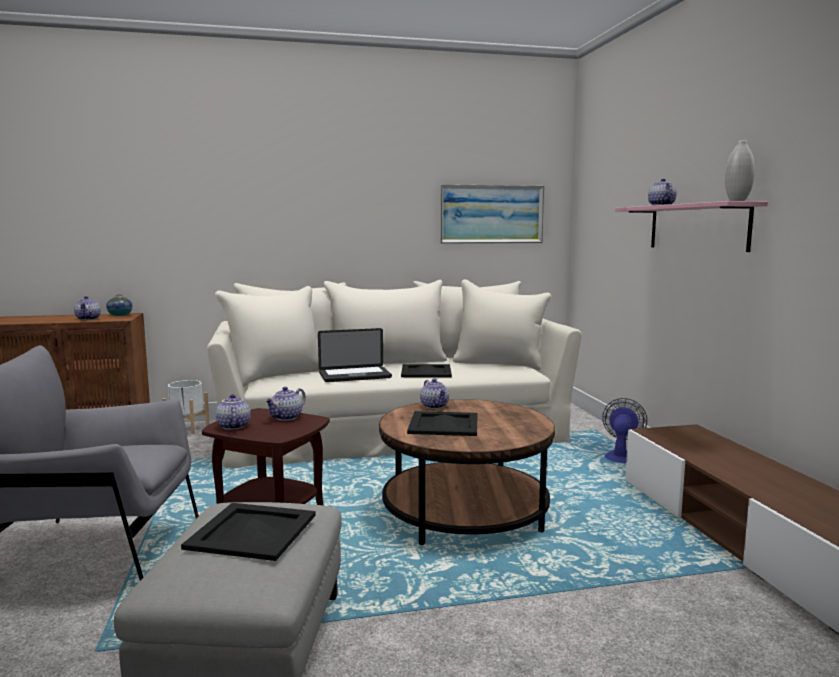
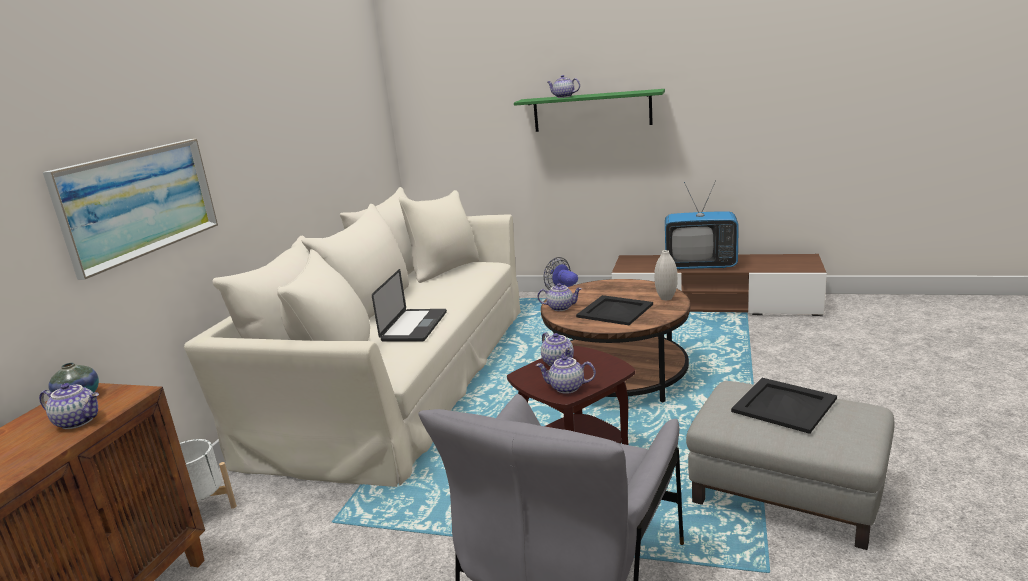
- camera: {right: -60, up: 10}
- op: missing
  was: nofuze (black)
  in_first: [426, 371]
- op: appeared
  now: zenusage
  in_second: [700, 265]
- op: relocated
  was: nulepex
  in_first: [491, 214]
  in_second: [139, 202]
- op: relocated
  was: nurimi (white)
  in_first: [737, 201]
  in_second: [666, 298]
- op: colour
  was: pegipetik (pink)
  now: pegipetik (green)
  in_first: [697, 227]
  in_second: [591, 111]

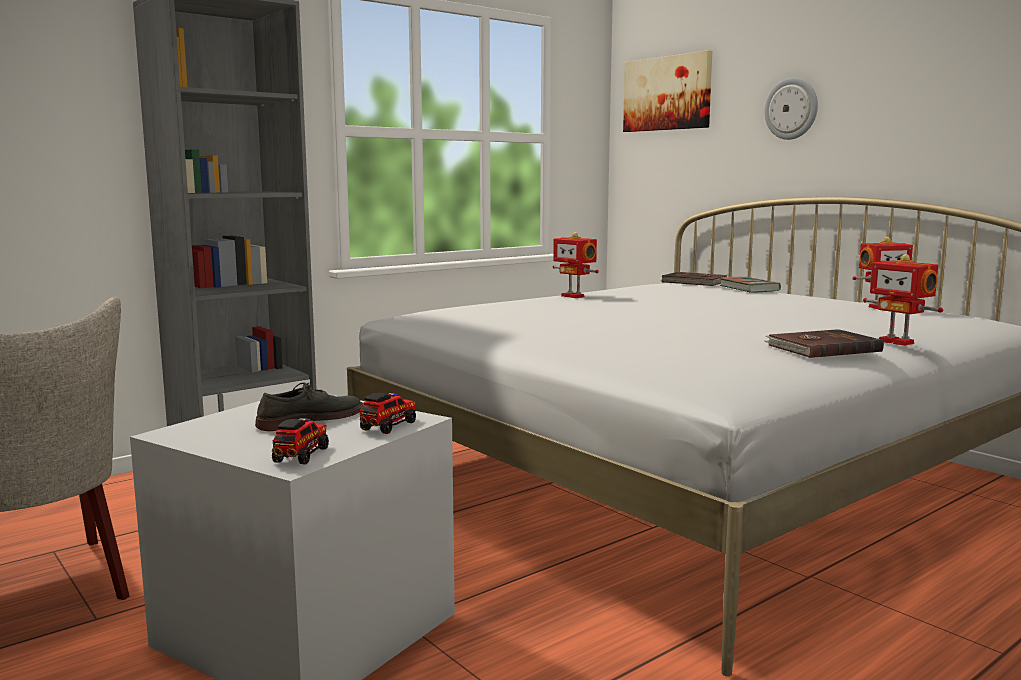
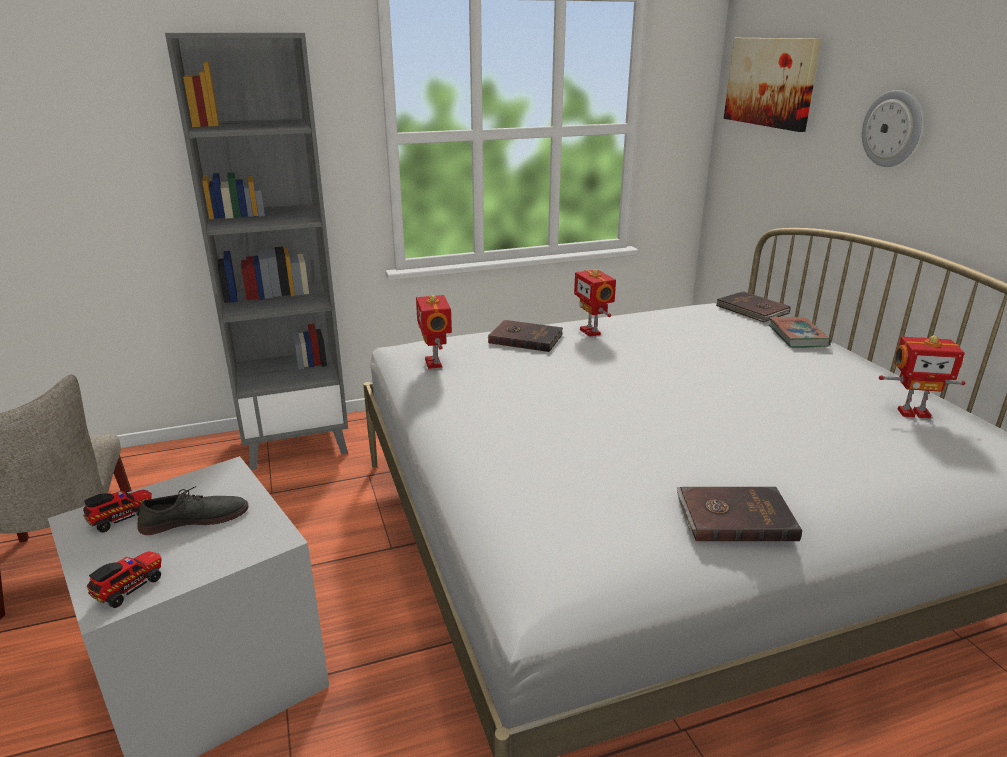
- camera: {right: 20, up: 15}
- op: appeared
  now: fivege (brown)
  in_second: [525, 338]
- op: relocated
  was: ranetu
  in_first: [389, 426]
  in_second: [122, 518]
- op: relocated
  was: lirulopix
  in_first: [897, 342]
  in_second: [435, 363]

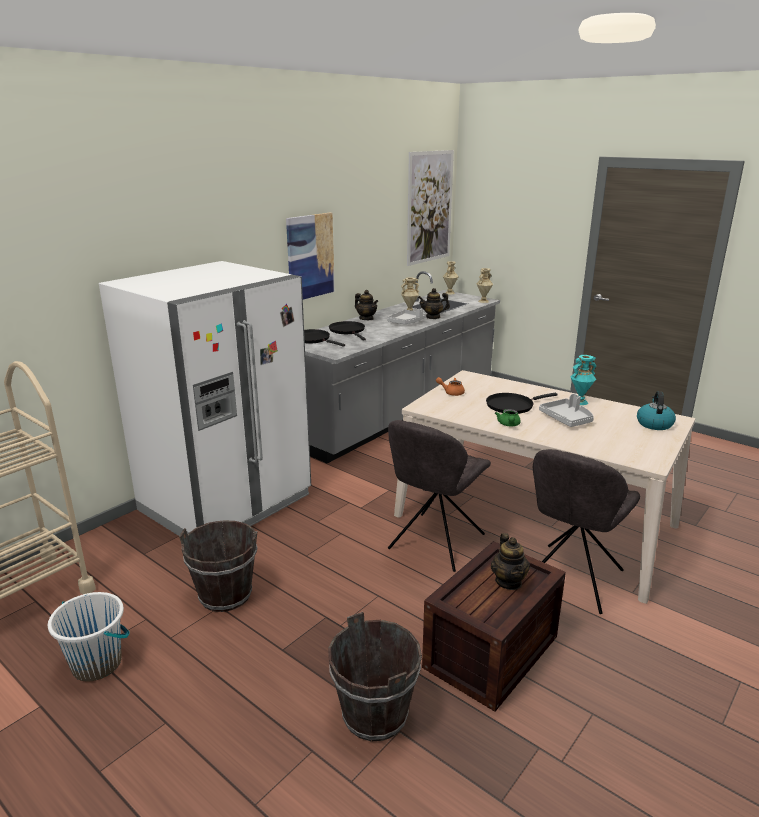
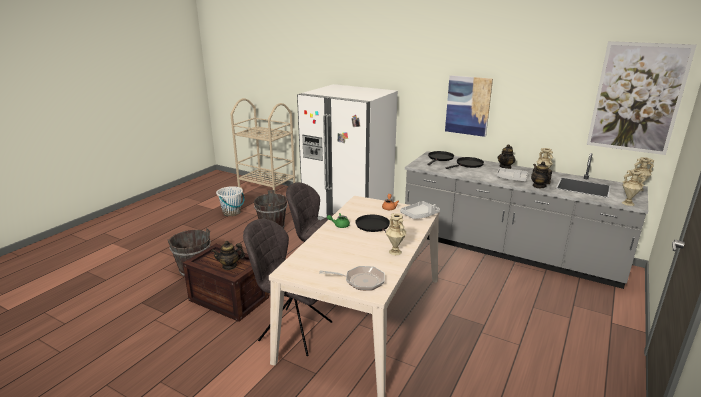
- camera: {right: 80, up: 0}
- op: relocated
  was: nofuze (grey)
  in_first: [567, 419]
  in_second: [420, 215]
- op: exchanged
  was: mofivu
  now: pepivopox
  in_first: [654, 424]
  in_second: [361, 281]
- op: colour
  was: nurimi (turquoise)
  now: nurimi (beige)
  in_first: [580, 402]
  in_second: [394, 252]

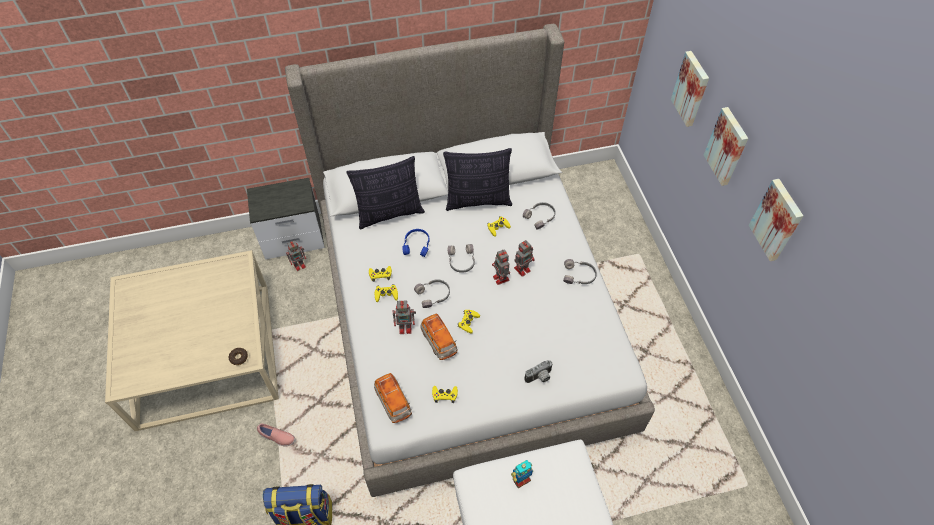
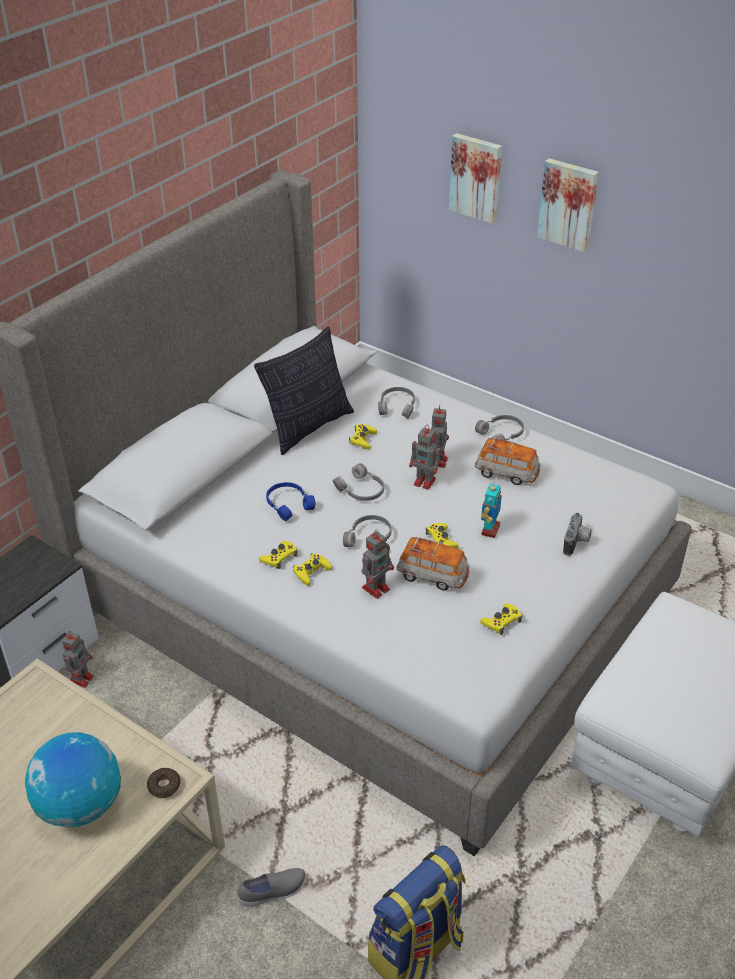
- camera: {right: -40, up: -15}
- op: missing
  was: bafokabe
  in_first: [390, 214]
- op: missing
  was: nulepex
  in_first: [777, 220]
- op: appeared
  now: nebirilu
  in_second: [80, 806]
- op: relocated
  was: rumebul
  in_first: [393, 402]
  in_second: [507, 473]
- op: relocated
  was: lirulopix
  in_first: [521, 480]
  in_second: [490, 530]
- op: colour
  was: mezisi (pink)
  now: mezisi (grey)
  in_first: [277, 437]
  in_second: [273, 892]

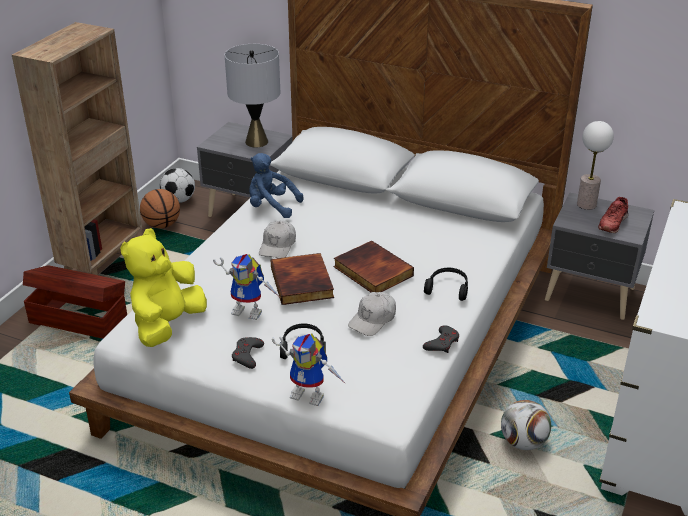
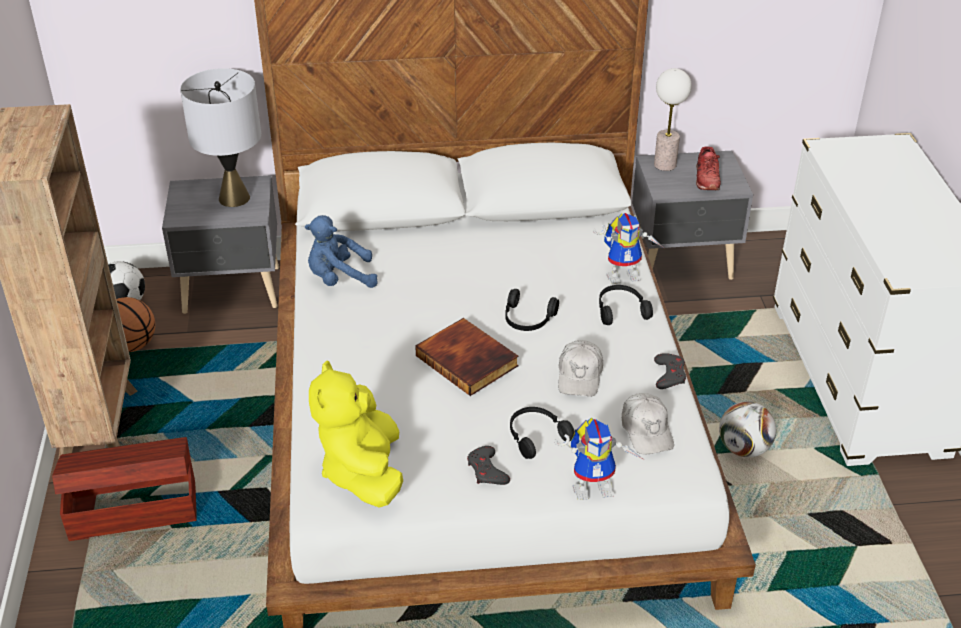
- camera: {right: -30, up: 5}
- op: relocated
  was: lirulopix
  in_first: [250, 311]
  in_second: [624, 274]
- op: relocated
  was: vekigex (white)
  in_first: [278, 246]
  in_second: [647, 430]
- op: exchanged
  was: fivege
  now: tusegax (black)
  in_first: [371, 271]
  in_second: [527, 319]

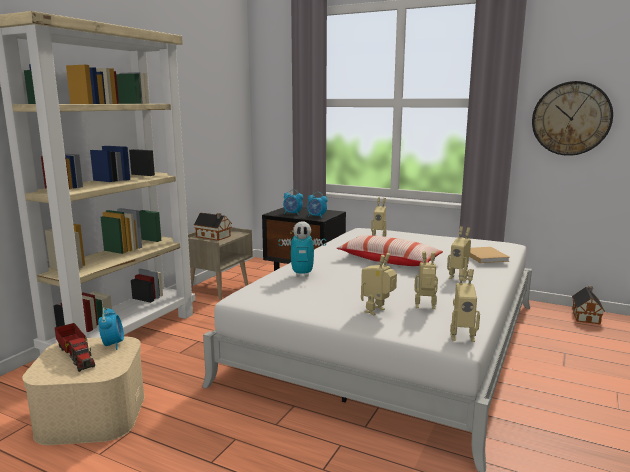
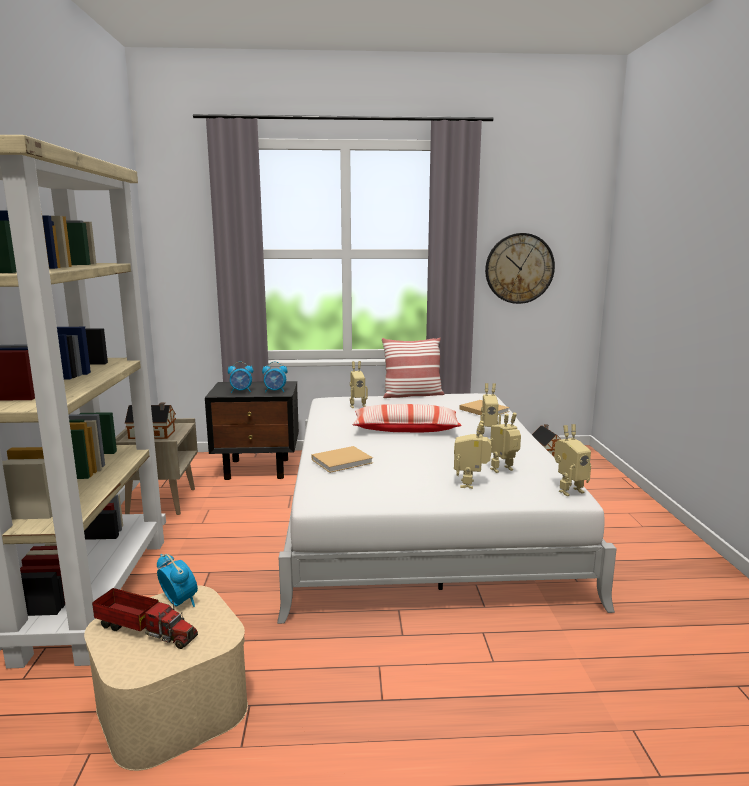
- camera: {right: -30, up: 0}
- op: appeared
  now: bafokabe
  in_second: [412, 395]
- op: exchanged
  was: lirulopix
  now: fivege (beige)
  in_first: [302, 274]
  in_second: [343, 461]

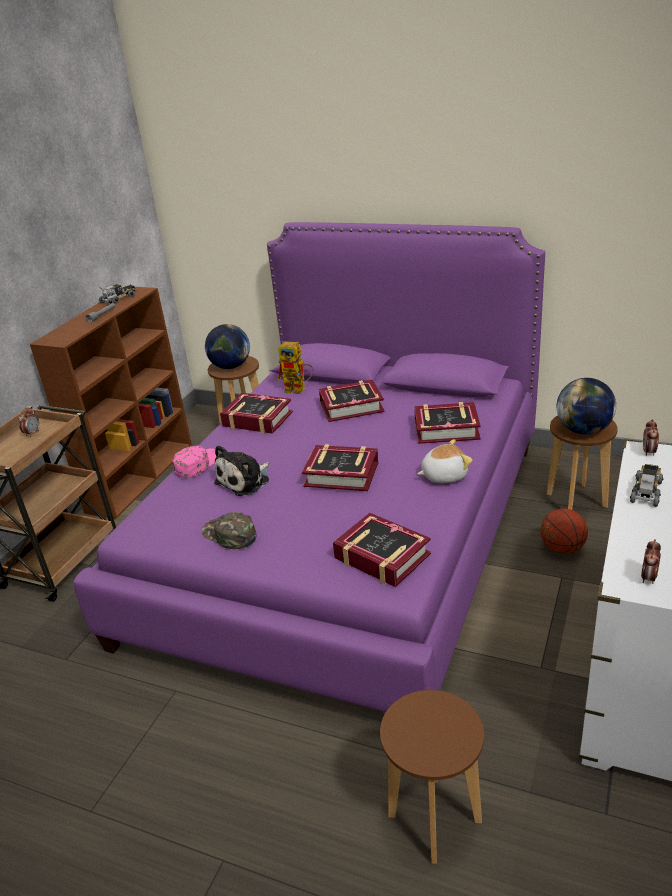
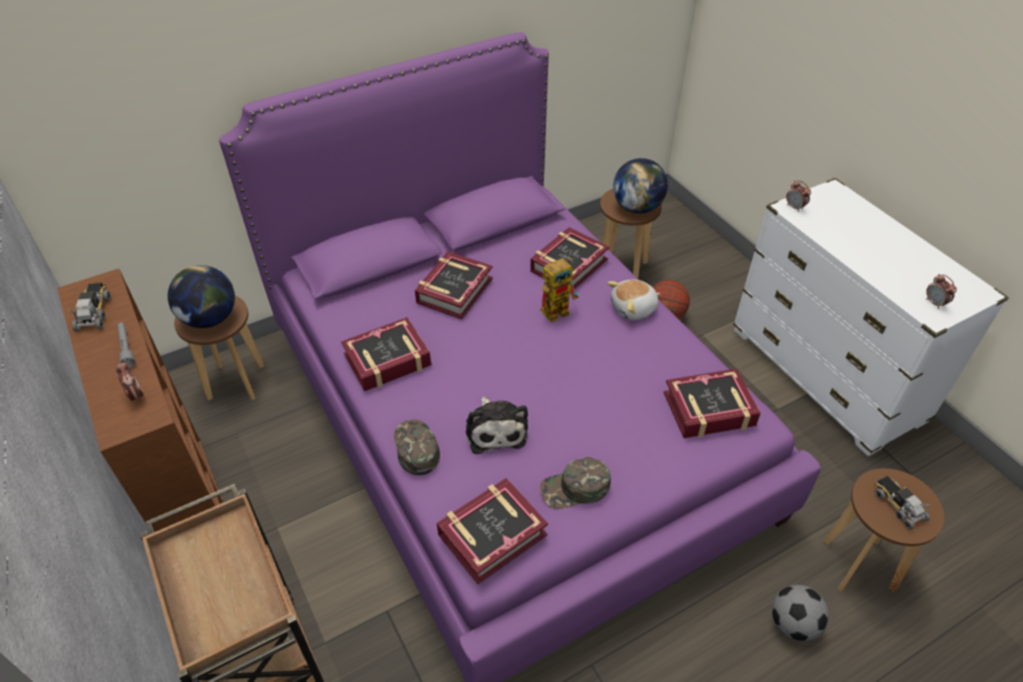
- camera: {right: -55, up: 15}
- op: appeared
  now: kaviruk
  in_second: [793, 624]
- op: relocated
  was: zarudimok
  in_first: [32, 433]
  in_second: [136, 395]
- op: relocated
  was: lirulopix
  in_first: [299, 389]
  in_second: [559, 310]
- op: relocated
  was: fivege
  in_first: [341, 474]
  in_second: [491, 534]
- op: relocated
  was: ranetu
  in_first: [646, 491]
  in_second: [898, 505]
- op: colour
  was: vekigex (pink)
  now: vekigex (green)
  in_first: [197, 464]
  in_second: [415, 448]
- op: spun
  was: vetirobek
  in_first: [443, 475]
  in_second: [634, 309]
  clockwise: -135

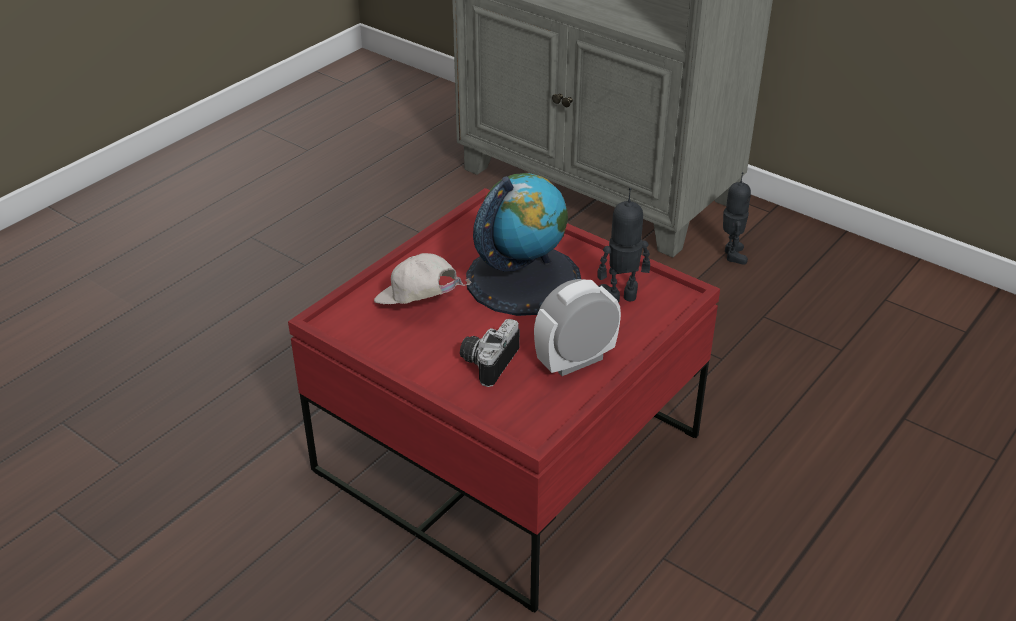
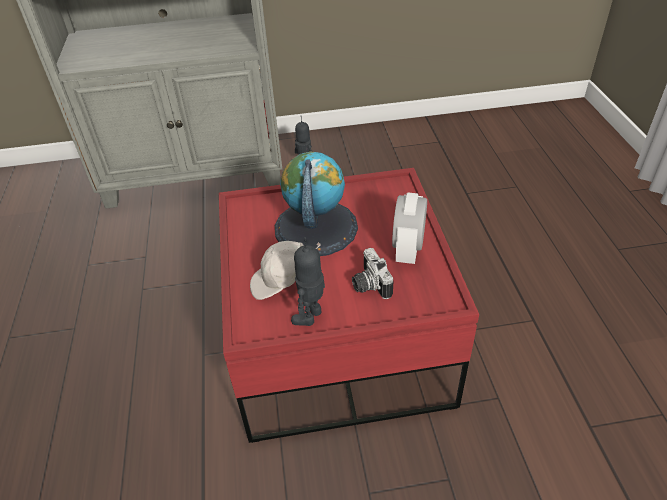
- camera: {right: -45, up: 5}
- op: relocated
  was: lirulopix
  in_first: [621, 297]
  in_second: [311, 316]

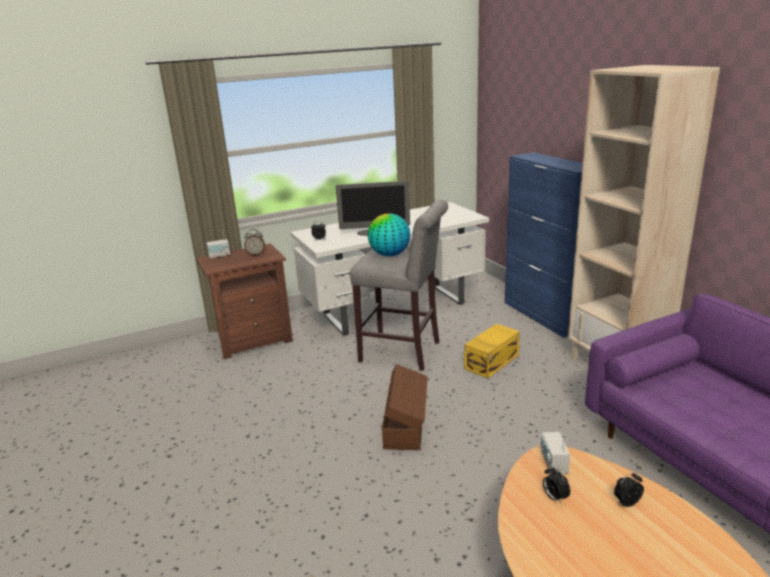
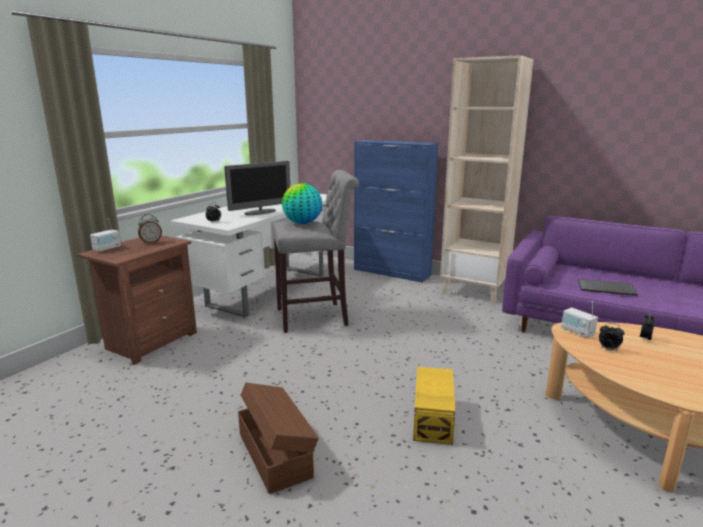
- camera: {right: -35, up: -5}
- op: appeared
  now: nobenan
  in_second: [607, 288]
- op: relocated
  was: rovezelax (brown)
  in_first: [405, 425]
  in_second: [276, 454]
- op: relocated
  was: rovezelax (yellow)
  in_first: [490, 362]
  in_second: [431, 419]

